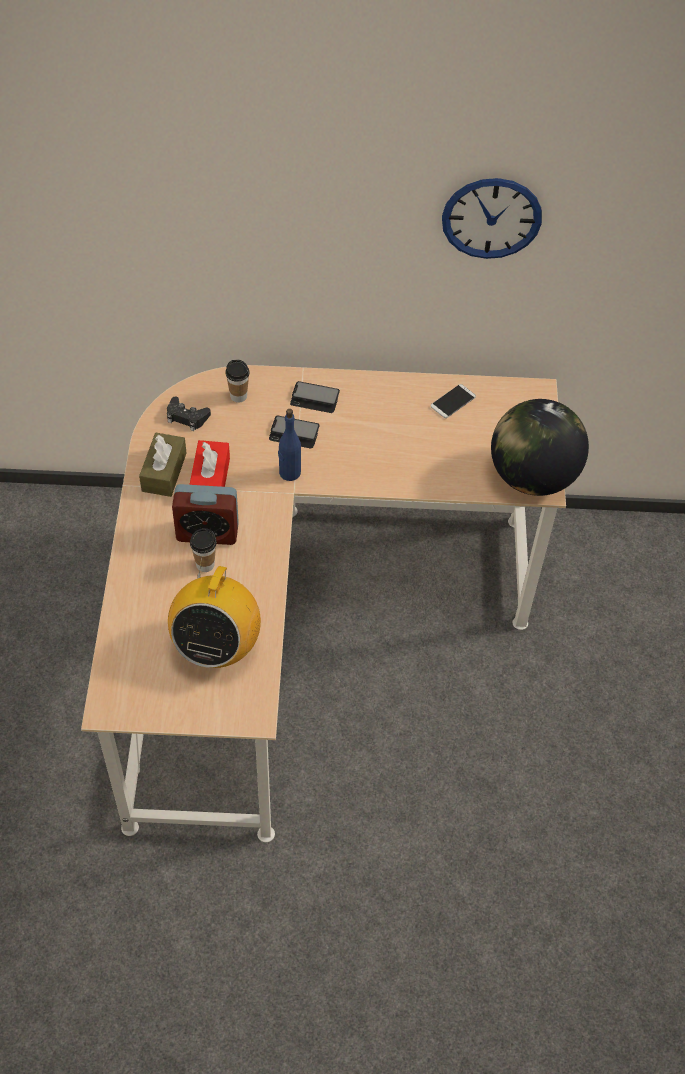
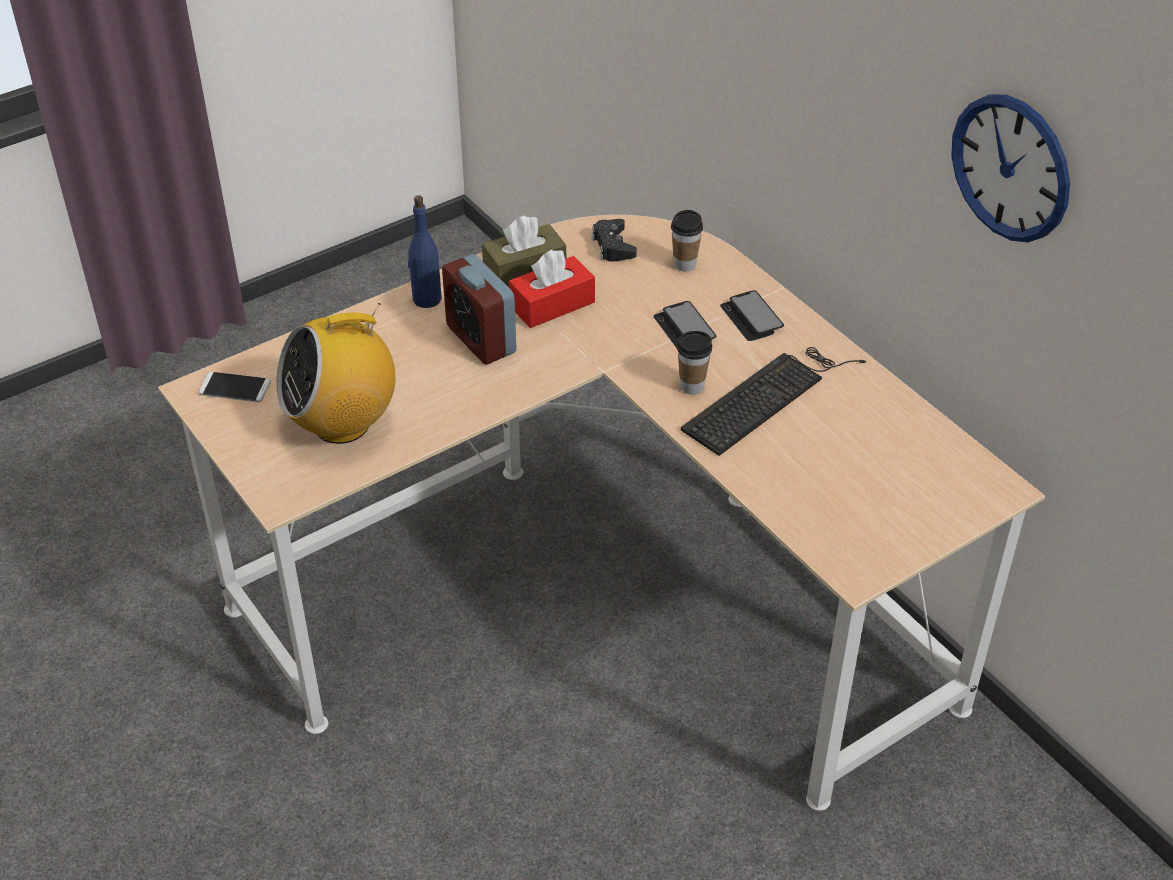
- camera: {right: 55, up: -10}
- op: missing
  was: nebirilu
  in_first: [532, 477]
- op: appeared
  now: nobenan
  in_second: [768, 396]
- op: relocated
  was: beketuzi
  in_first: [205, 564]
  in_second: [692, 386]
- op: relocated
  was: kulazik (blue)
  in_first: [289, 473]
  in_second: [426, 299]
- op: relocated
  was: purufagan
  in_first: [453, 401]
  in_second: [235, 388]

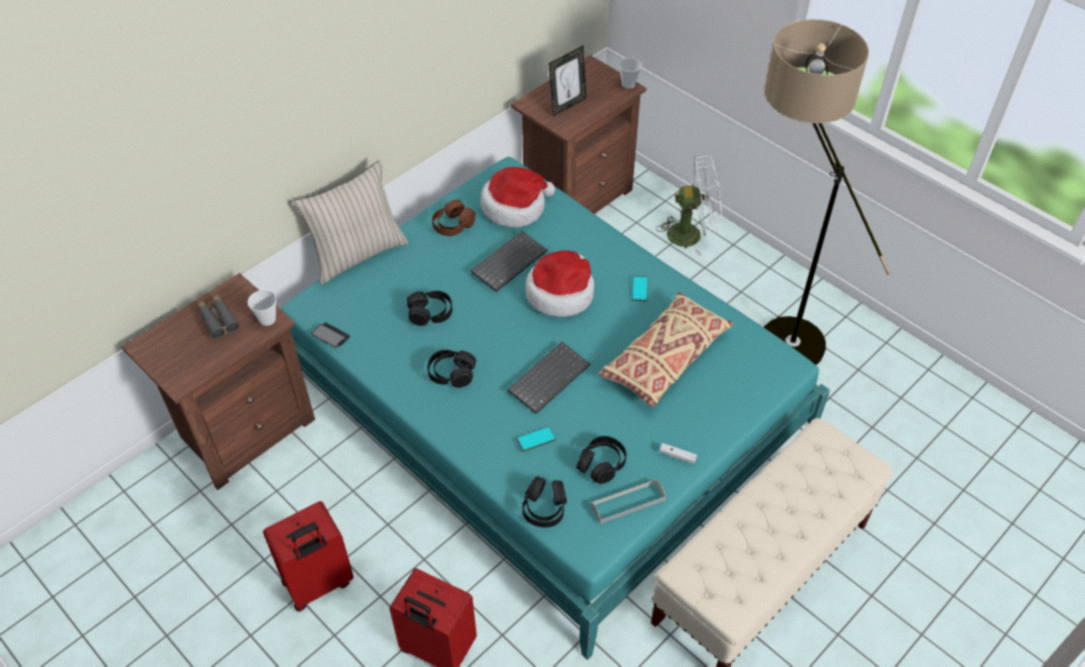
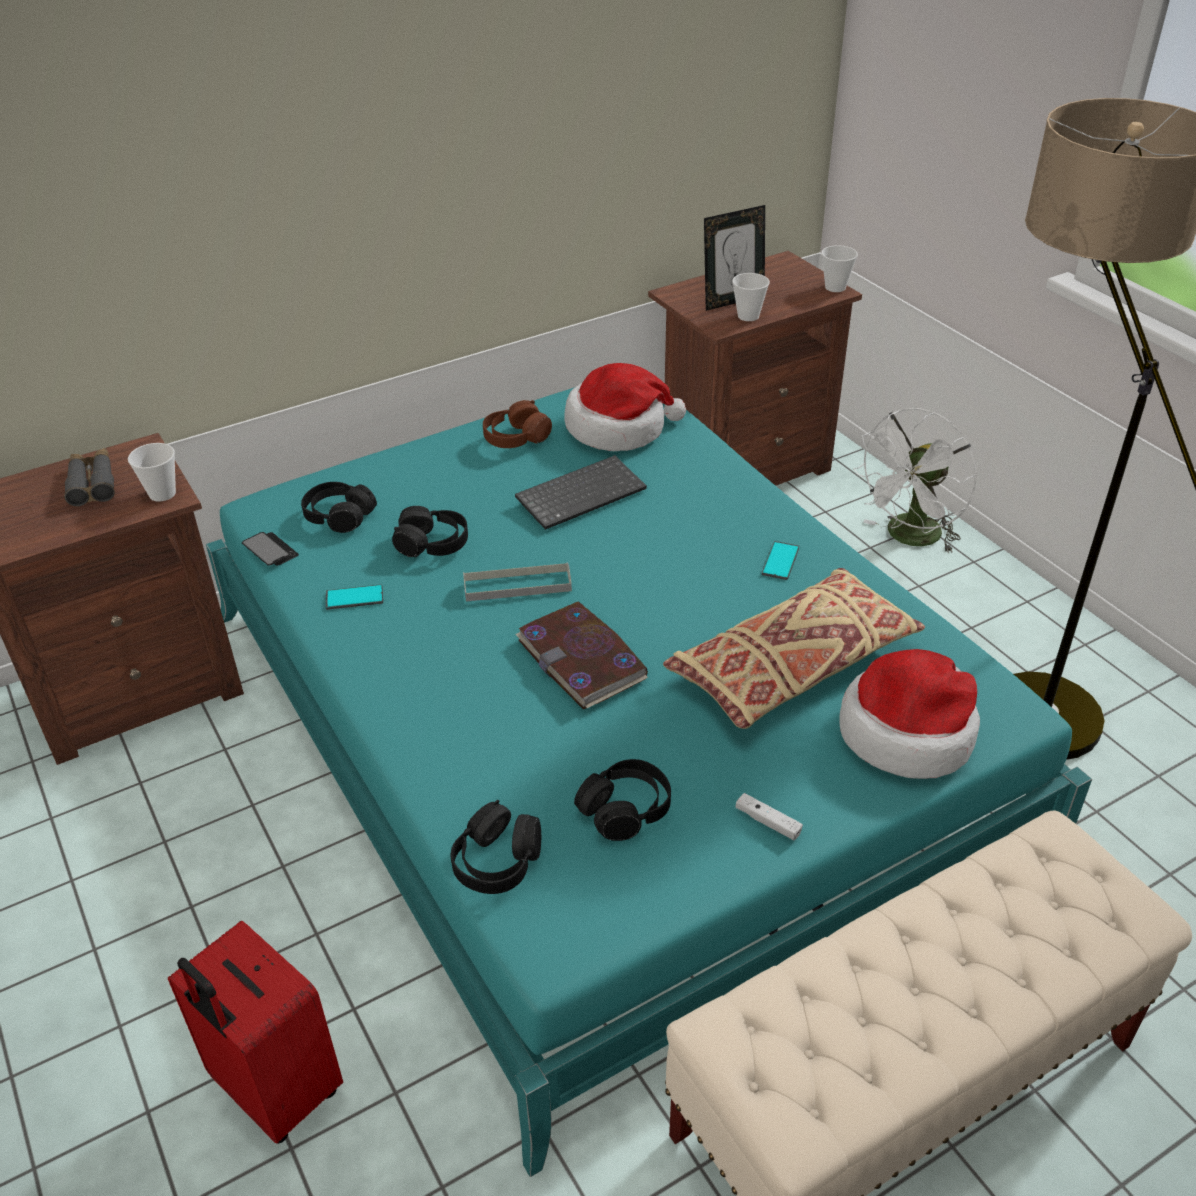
- camera: {right: 15, up: -10}
- op: missing
  was: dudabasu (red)
  in_first: [318, 584]
- op: missing
  was: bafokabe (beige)
  in_first: [357, 254]
- op: appeared
  now: beketuzi
  in_second: [748, 316]
- op: relocated
  was: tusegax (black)
  in_first: [451, 373]
  in_second: [339, 516]
- op: relocated
  was: purufagan
  in_first: [536, 439]
  in_second: [354, 598]
- op: relocated
  was: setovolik
  in_first: [560, 293]
  in_second: [907, 732]
- op: relocated
  was: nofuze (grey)
  in_first: [628, 503]
  in_second: [517, 585]
- op: exchanged
  was: nobenan
  now: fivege
  in_first: [548, 377]
  in_second: [582, 659]
- op: spun
  was: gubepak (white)
  in_first: [691, 234]
  in_second: [909, 538]
  clockwise: 120

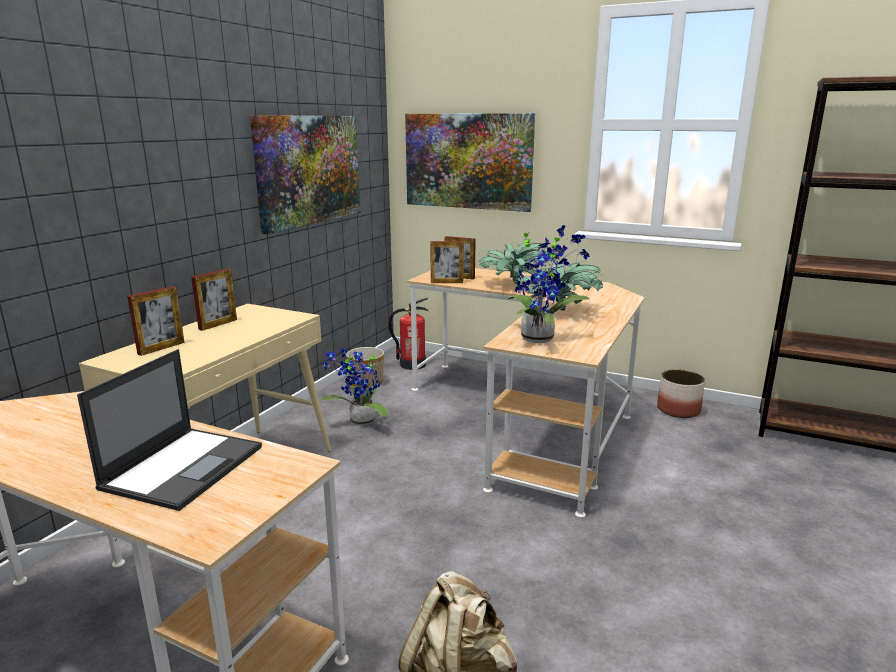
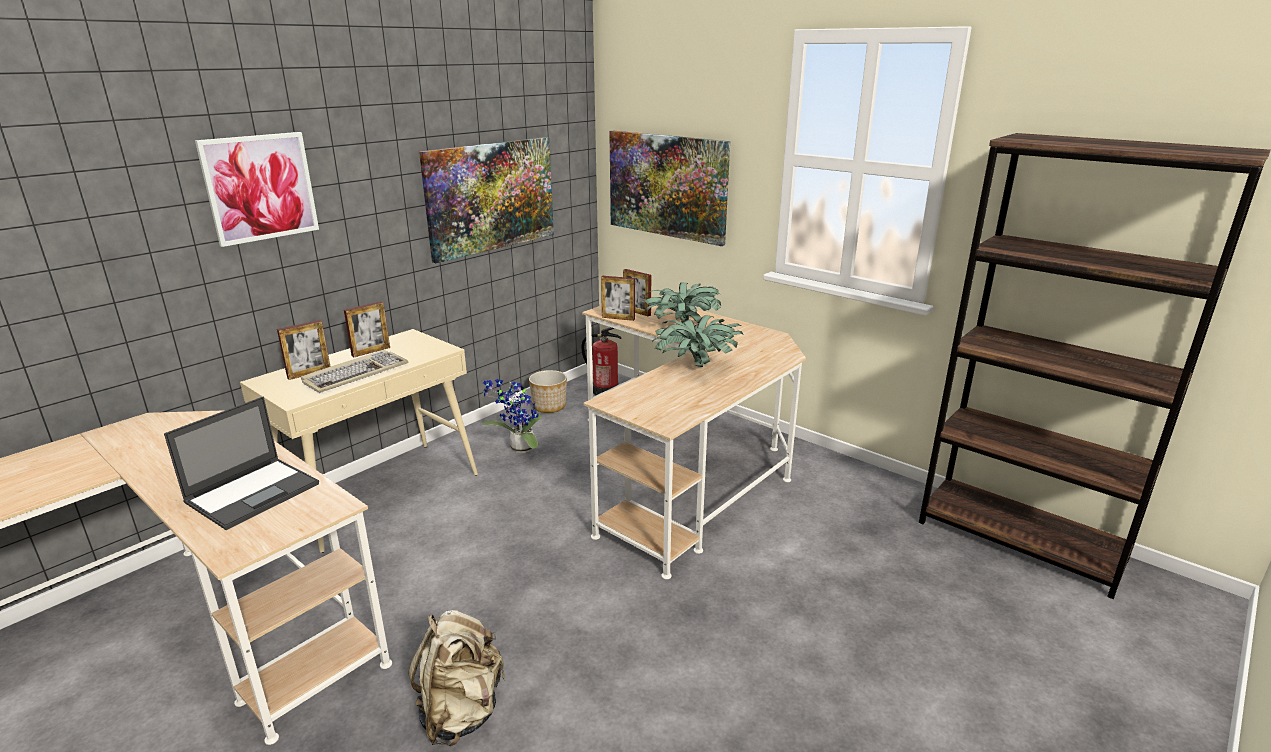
- camera: {right: 15, up: 5}
- op: missing
  was: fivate
  in_first: [541, 338]
- op: missing
  was: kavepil
  in_first: [678, 410]
- op: appeared
  now: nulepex
  in_second: [260, 187]
- op: appeared
  now: nobenan
  in_second: [356, 374]

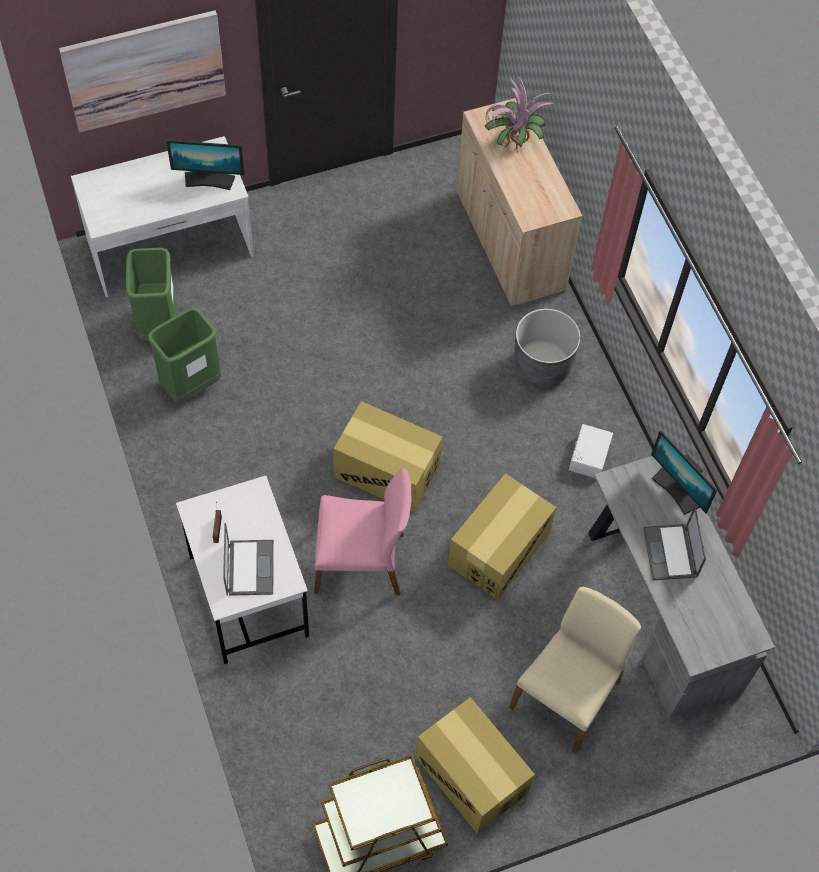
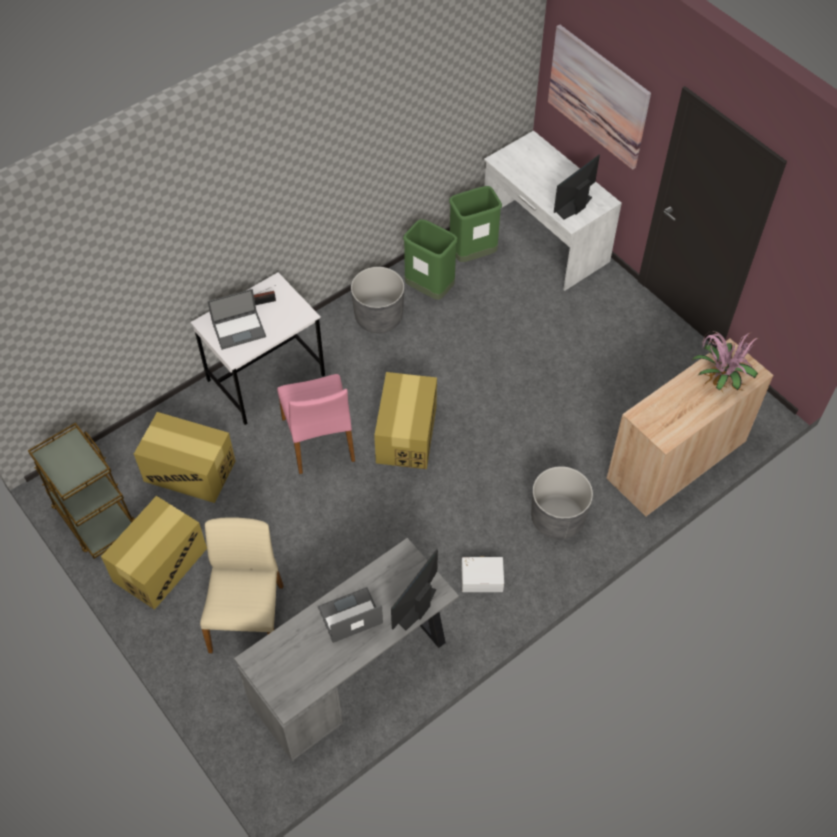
- camera: {right: 75, up: -5}
- op: appeared
  now: kavepil (grey)
  in_second: [378, 317]
- op: relocated
  was: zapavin
  in_first: [498, 550]
  in_second: [189, 471]
- op: spun
  was: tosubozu
  in_first: [209, 179]
  in_second: [574, 206]
  clockwise: 60
- op: spun
  was: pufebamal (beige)
  in_first: [567, 694]
  in_second: [248, 617]
  clockwise: -105

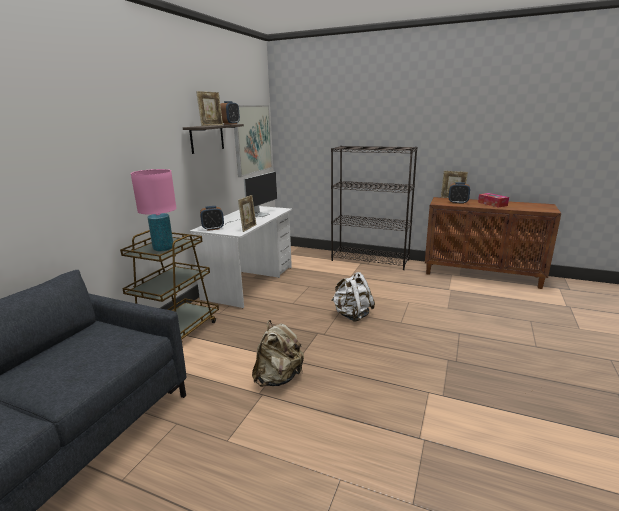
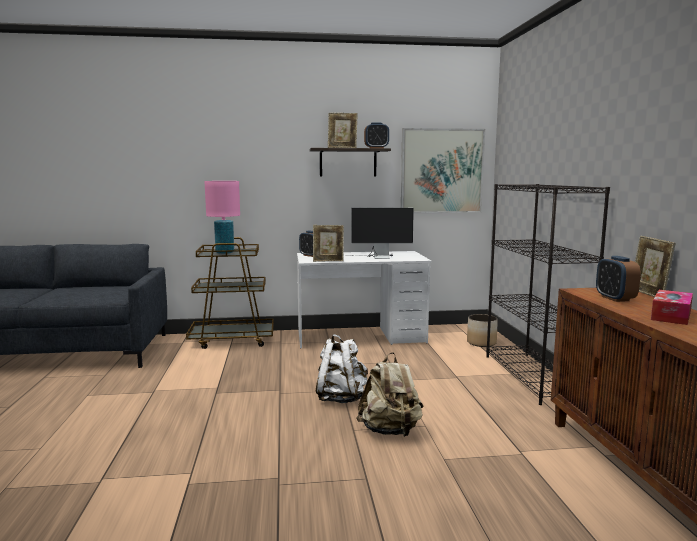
- camera: {right: 60, up: -10}
- op: appeared
  now: kavepil
  in_second: [481, 343]
- op: relocated
  was: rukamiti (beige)
  in_first: [278, 378]
  in_second: [390, 431]

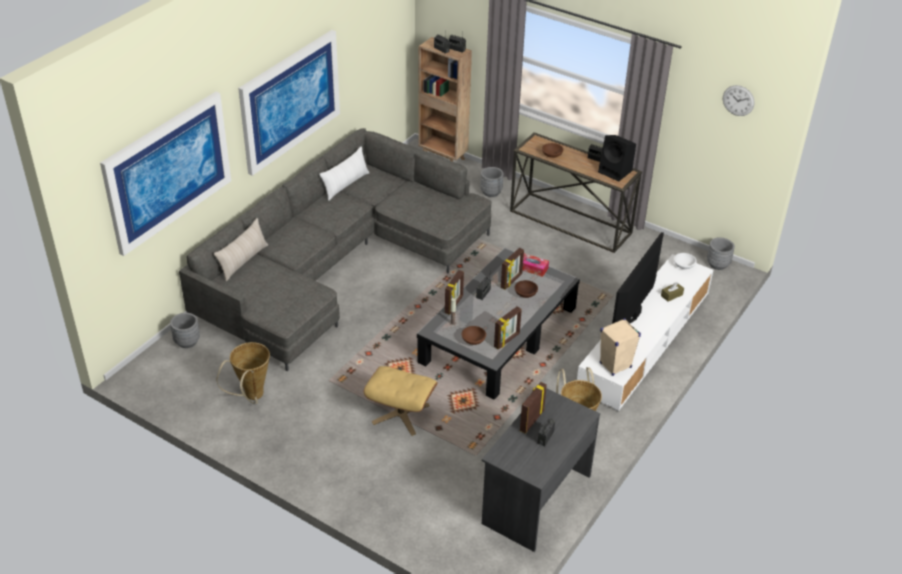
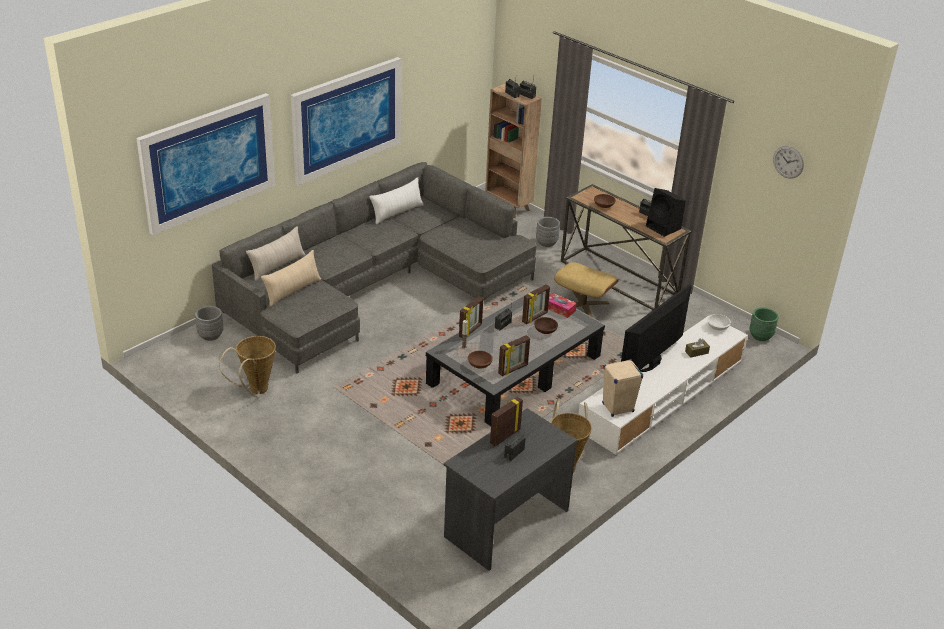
- camera: {right: 10, up: -5}
- op: appeared
  now: bafokabe (beige)
  in_second: [292, 291]
- op: relocated
  was: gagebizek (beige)
  in_first: [400, 414]
  in_second: [583, 306]
- op: colour
  was: kavepil (grey)
  now: kavepil (green)
  in_first: [717, 264]
  in_second: [760, 336]

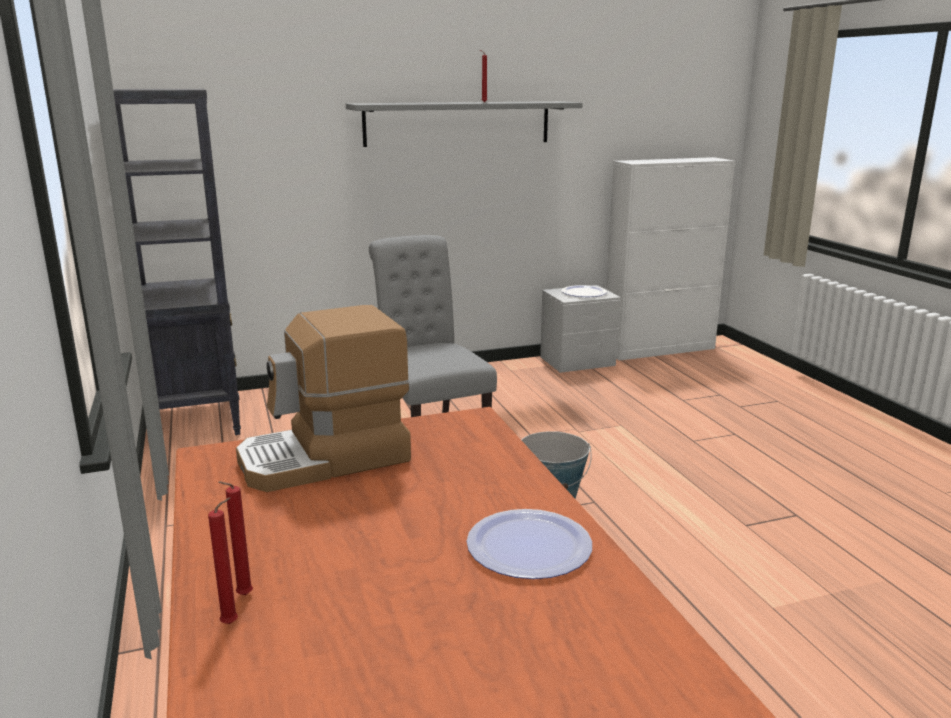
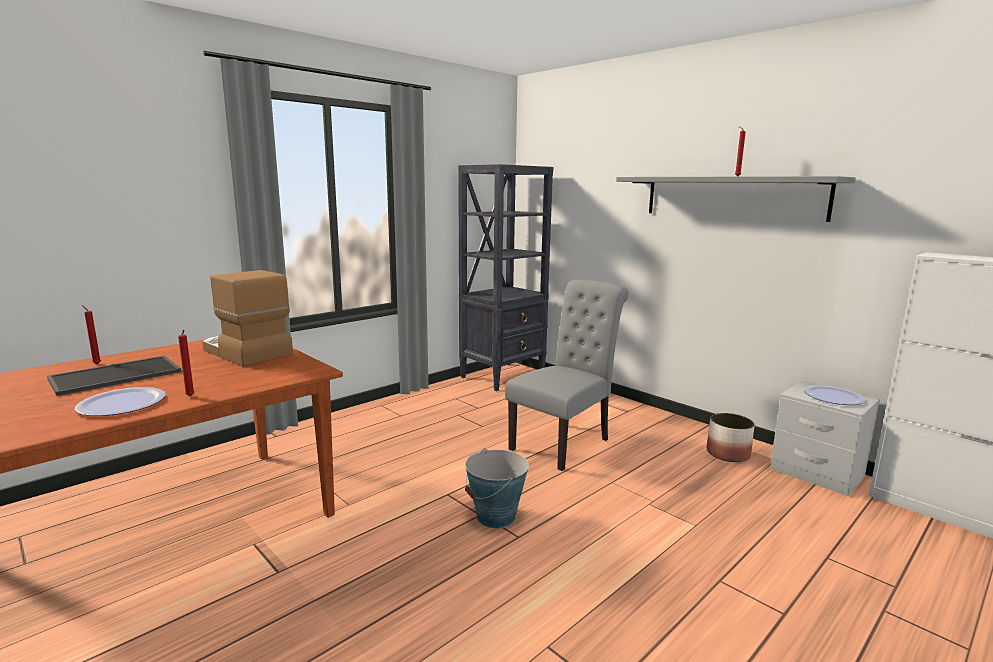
- camera: {right: 65, up: -5}
- op: appeared
  now: nofuze
  in_second: [117, 374]
- op: appeared
  now: kavepil
  in_second: [727, 454]
- op: relocated
  was: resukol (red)
  in_first: [232, 623]
  in_second: [190, 397]

